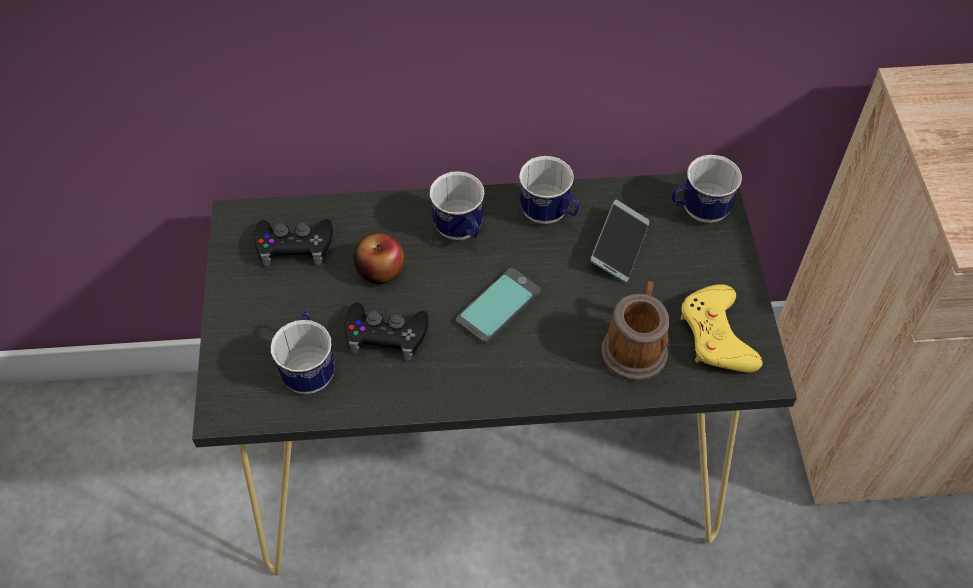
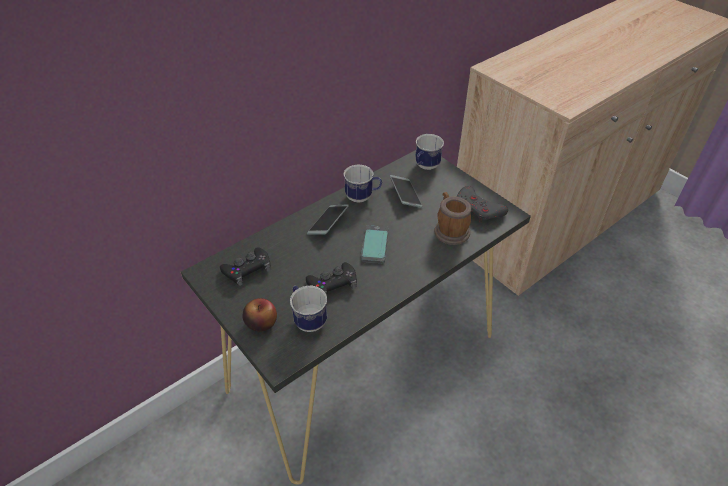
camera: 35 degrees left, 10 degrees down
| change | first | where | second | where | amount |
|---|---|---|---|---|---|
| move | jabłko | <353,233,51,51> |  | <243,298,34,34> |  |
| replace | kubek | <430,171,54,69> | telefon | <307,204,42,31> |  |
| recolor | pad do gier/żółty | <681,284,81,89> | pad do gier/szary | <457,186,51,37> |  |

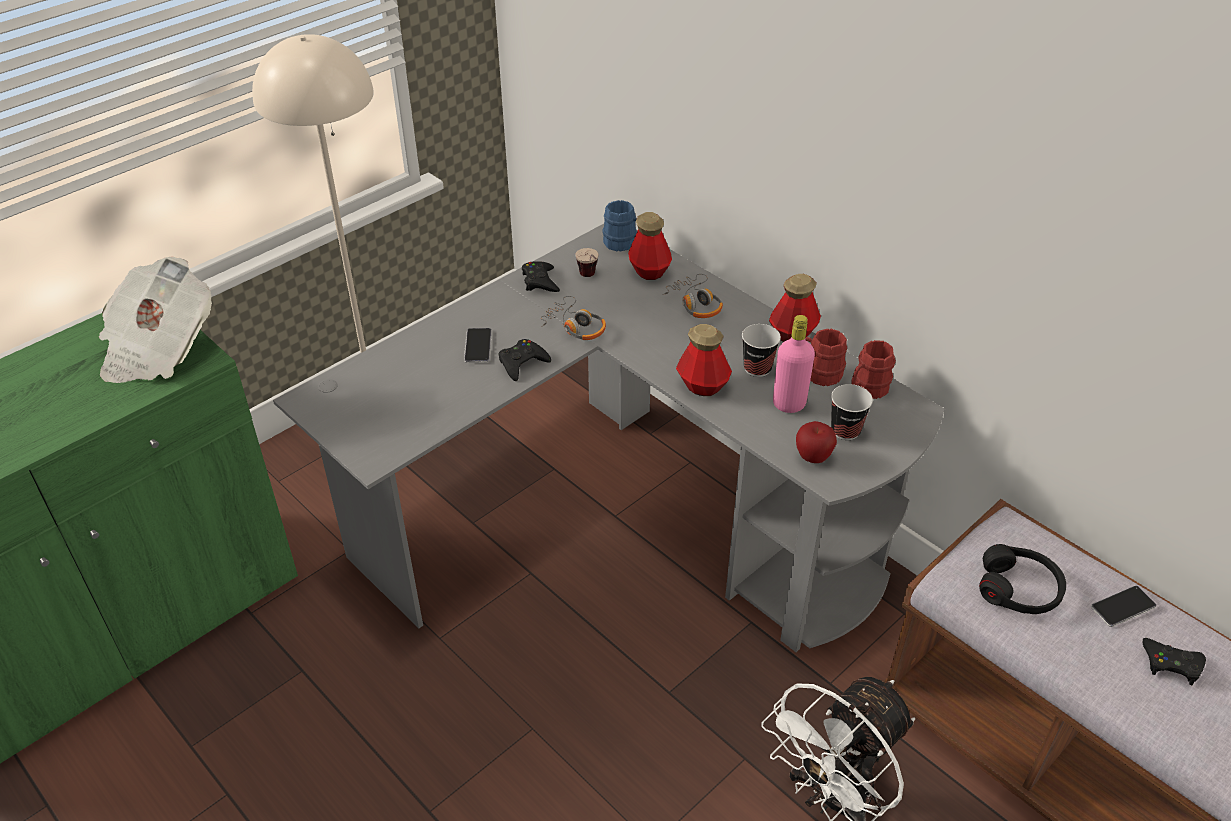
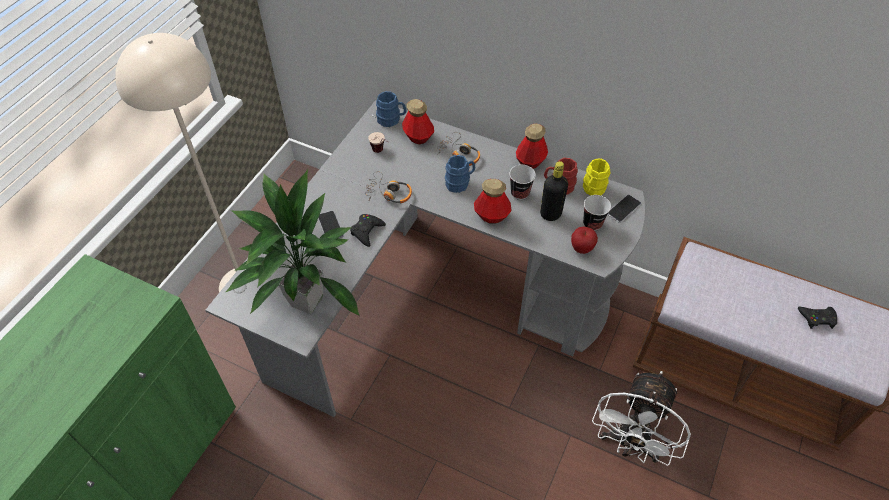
camera: 20 degrees left, 10 degrees up
| change | first | where | second | where | amount |
|---|---|---|---|---|---|
| delete | gazeta | <99,257,113,126> |  |  |  |
| delete | pad do gier/czarny | <522,261,38,31> |  |  |  |
| recolor | butelka/różowy | <773,315,42,98> | butelka/czarny | <540,161,28,60> |  |
| recolor | kubek/czerwony | <851,340,45,59> | kubek/żółty | <583,158,28,38> |  |
| delete | słuchawki/czarny | <979,544,87,70> |  |  |  |
| move | telefon | <1091,586,65,41> |  | <607,195,34,28> |  |
| insert |  |  | roślina doniczkowa | <226,170,134,146> |  |
| insert |  |  | kubek/niebieski | <445,155,30,38> |  |

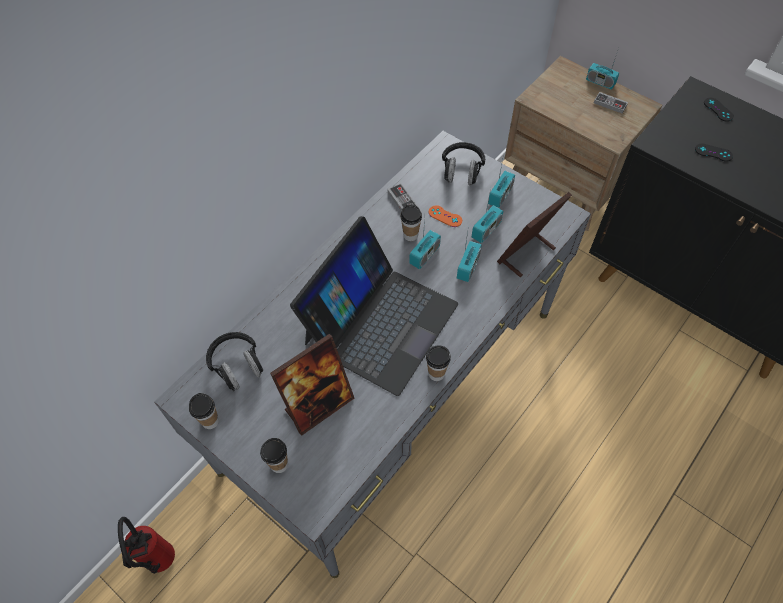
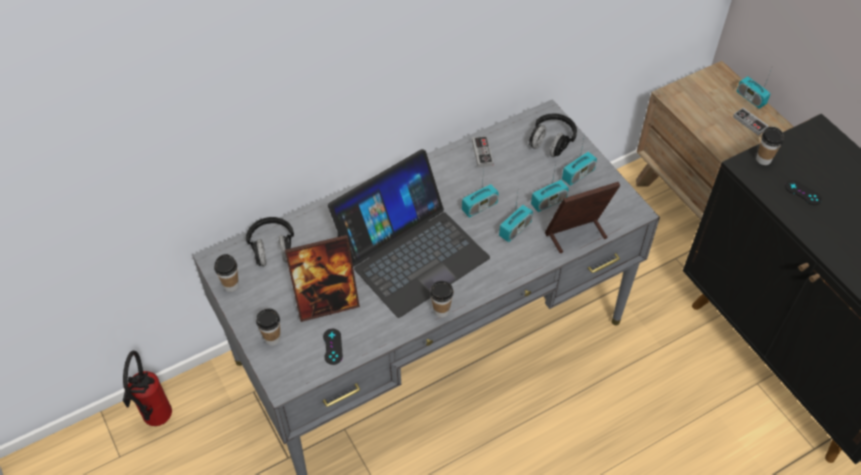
camera: 20 degrees right, 5 degrees down
| change | first | where | second | where | amount |
|---|---|---|---|---|---|
| move | filiżanka | <401,204,21,37> |  | <756,127,28,38> |  |
| delete | pad do gier/pomarańczowy | <429,205,33,22> |  |  |  |
| move | pad do gier/czarny | <704,98,30,23> |  | <323,329,20,36> |  |

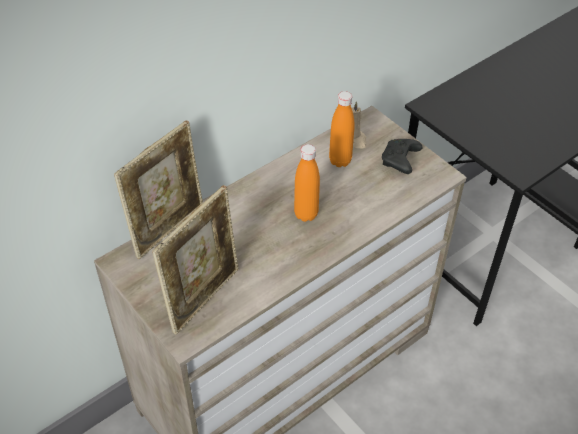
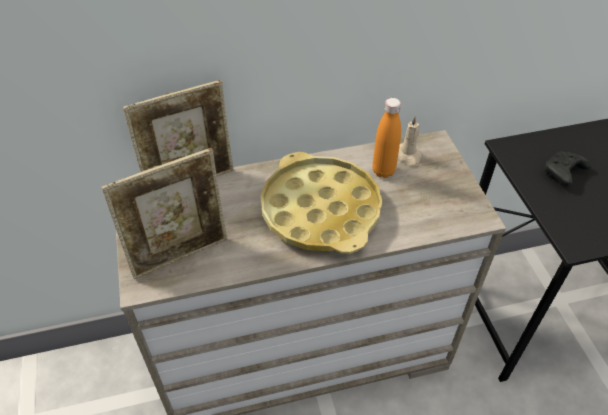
camera: 25 degrees right, 0 degrees up
| change | first | where | second | where | amount |
|---|---|---|---|---|---|
| replace | butelka/pomarańczowy | <294,144,26,78> | taca/żółty | <261,152,121,102> |  |
| move | pad do gier/czarny | <382,139,40,35> |  | <545,151,46,35> |  |

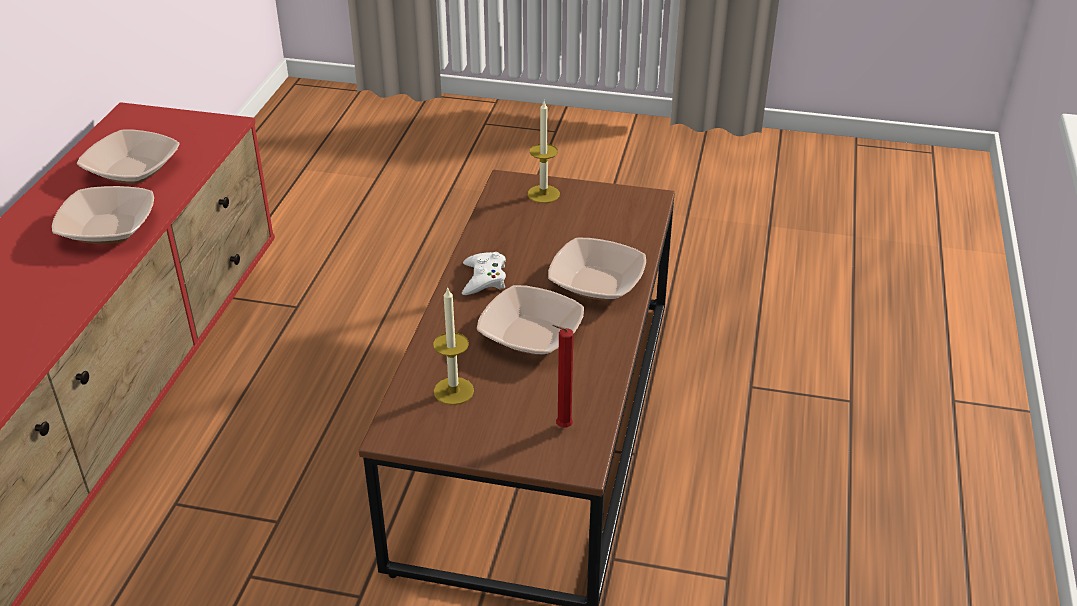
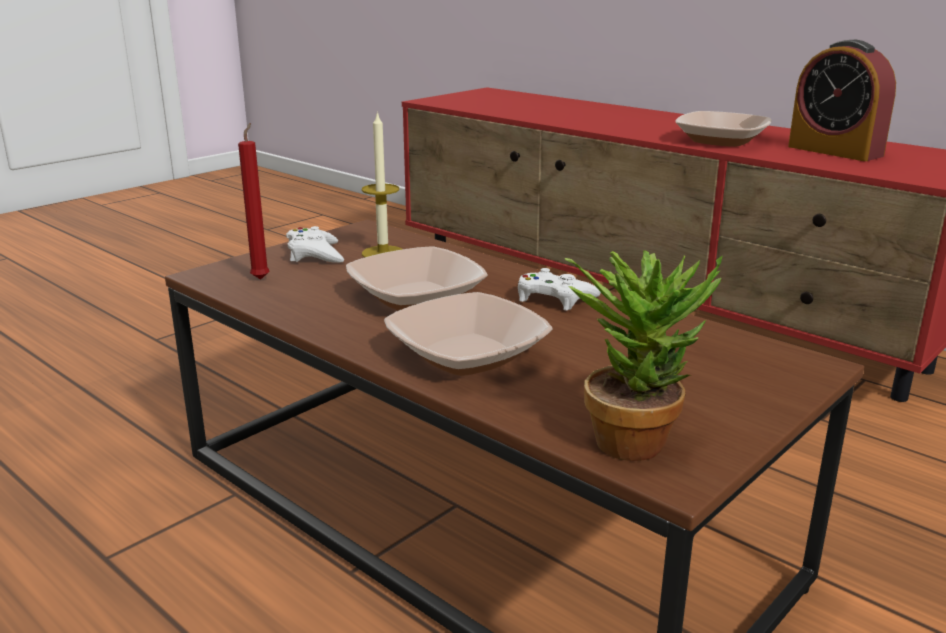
camera: 120 degrees right, 15 degrees down
| change | first | where | second | where | amount |
|---|---|---|---|---|---|
| replace | miska | <77,130,102,54> | budzik | <788,40,108,121> |  |
| delete | świeca | <528,101,32,102> |  |  |  |
| insert |  |  | pad do gier/biały | <286,226,58,37> |  |
| insert |  |  | roślina doniczkowa | <565,250,158,211> |  |

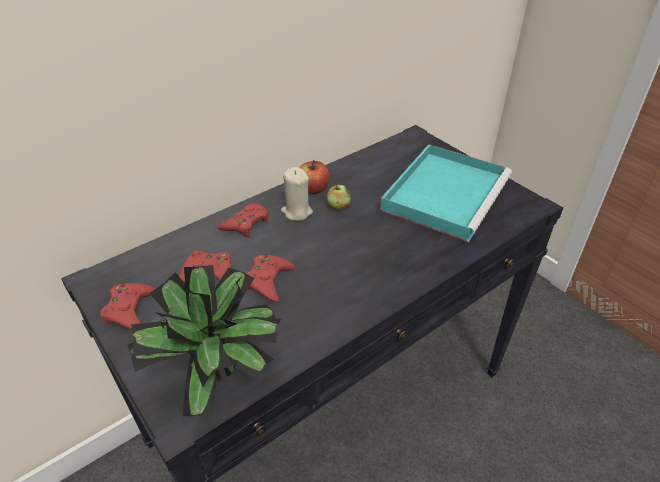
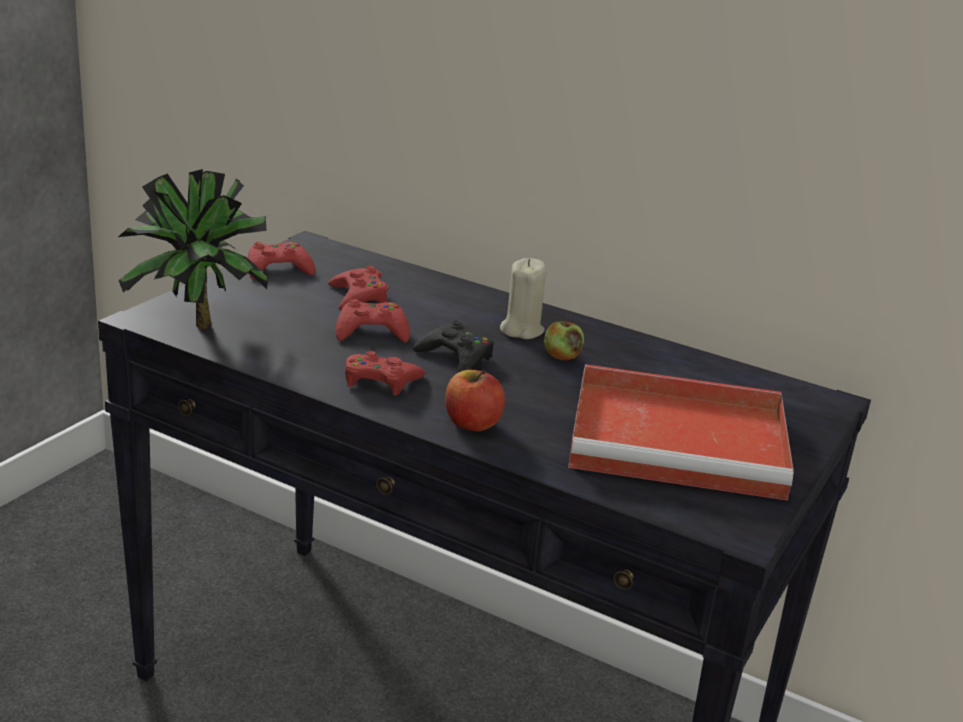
camera: 65 degrees right, 15 degrees down
| change | first | where | second | where | amount |
|---|---|---|---|---|---|
| move | pad do gier/czerwony | <218,203,51,34> |  | <345,351,80,45> |  |
| move | jabłko | <299,160,30,34> |  | <445,370,60,61> |  |
| recolor | taca/turkusowy | <380,144,132,98> | taca/czerwony | <568,364,226,137> |  |
| insert |  |  | pad do gier/czarny | <413,321,81,52> |  |

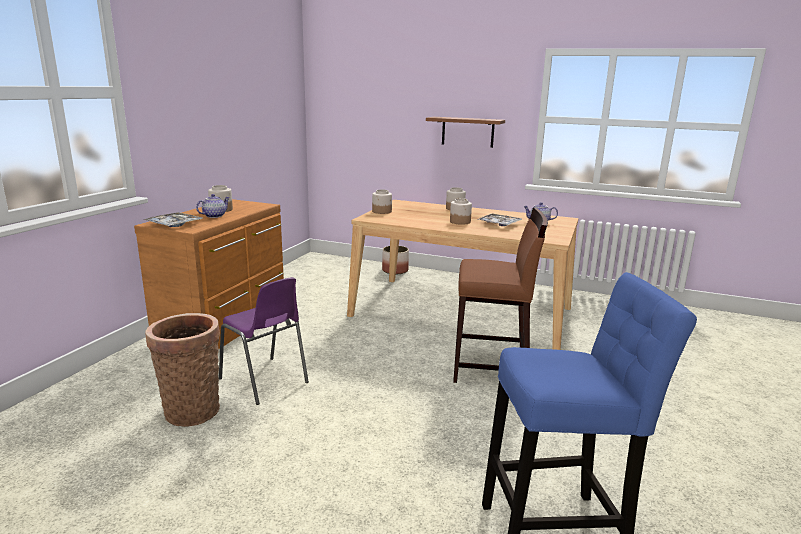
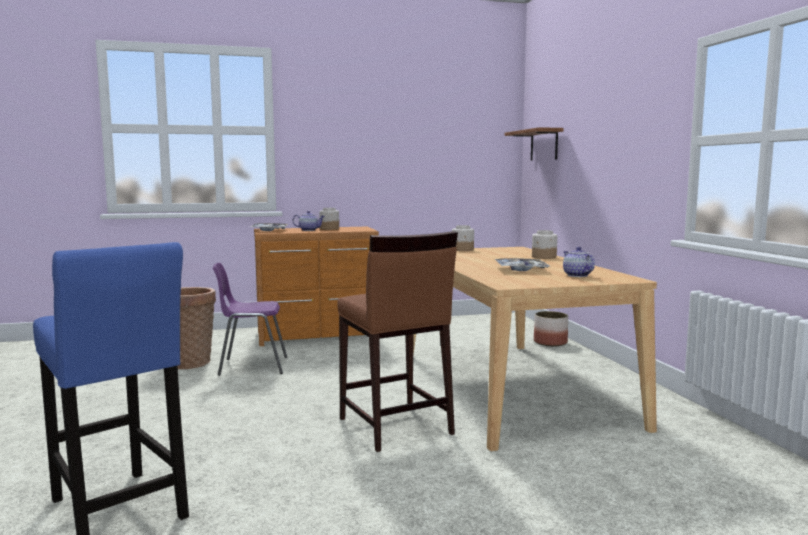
camera: 55 degrees right, 10 degrees down
| change | first | where | second | where | amount |
|---|---|---|---|---|---|
| rotate | krzesło/fioletowy | <219,277,90,128> |  | <213,263,74,113> | 75 degrees clockwise |
| move | półka | <426,117,79,31> |  | <505,127,59,33> |  |
| delete | słoik | <450,198,22,27> |  |  |  |

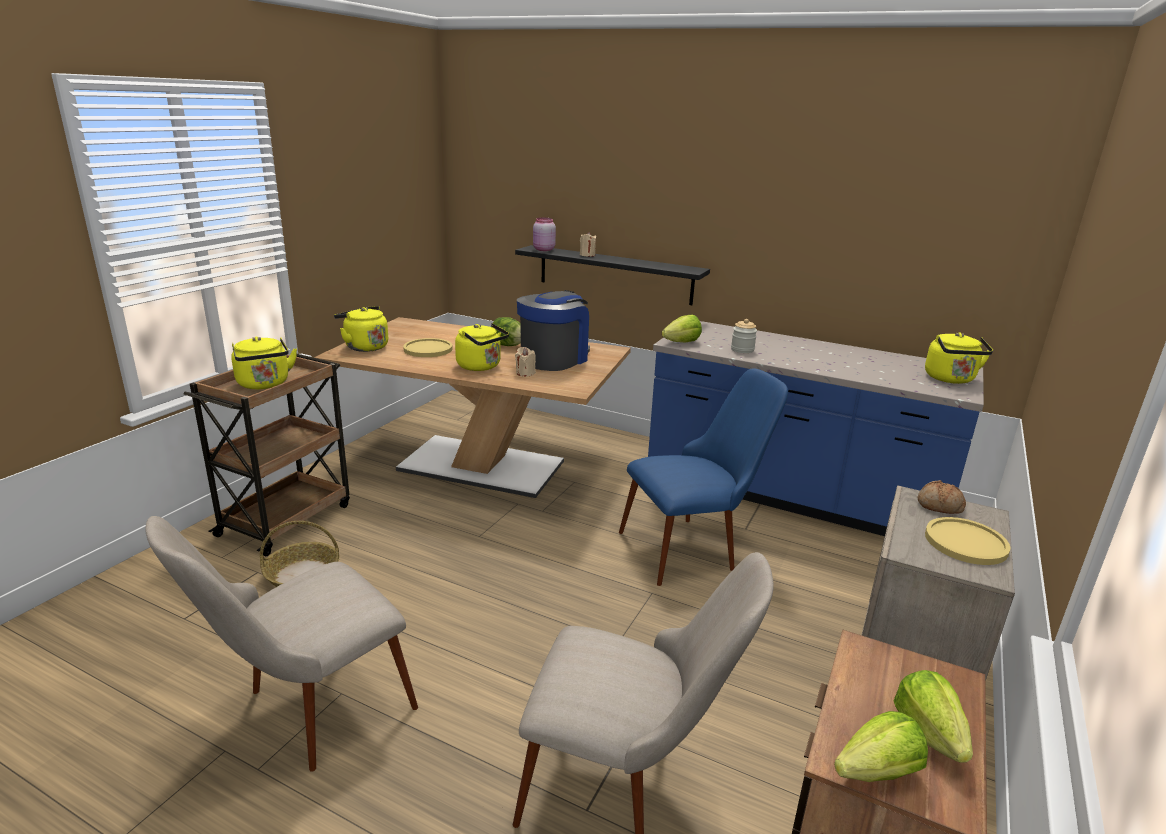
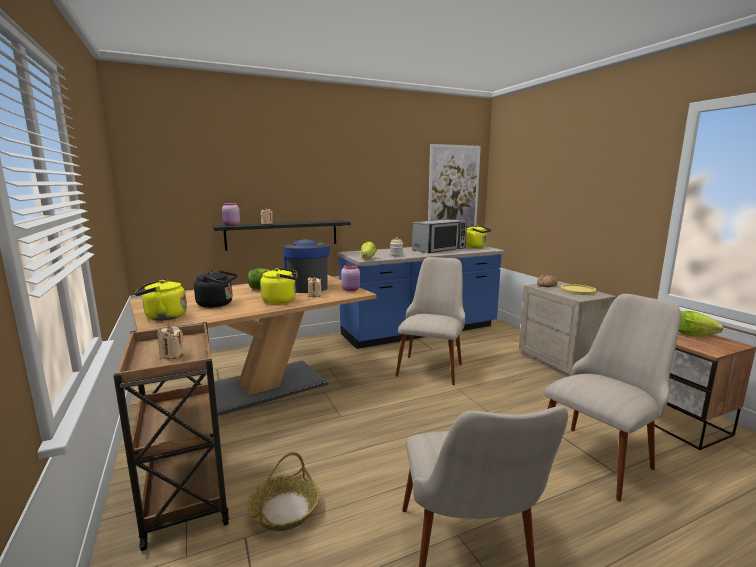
camera: 50 degrees left, 10 degrees down
| change | first | where | second | where | amount |
|---|---|---|---|---|---|
| replace | czajnik/żółty | <231,336,66,53> | świeca/beżowy | <158,326,26,33> |  |
| replace | talerz/żółty | <403,338,50,19> | czajnik/czarny | <194,270,44,38> |  |
| recolor | krzesło/niebieski | <619,368,169,218> | krzesło/beżowy | <396,257,69,128> |  |
| delete | sałata | <834,711,94,71> |  |  |  |
| insert |  |  | słoik/różowy | <341,264,19,27> |  |
| insert |  |  | mikrofalówka | <412,219,55,34> |  |
| insert |  |  | obraz | <428,144,53,84> |  |

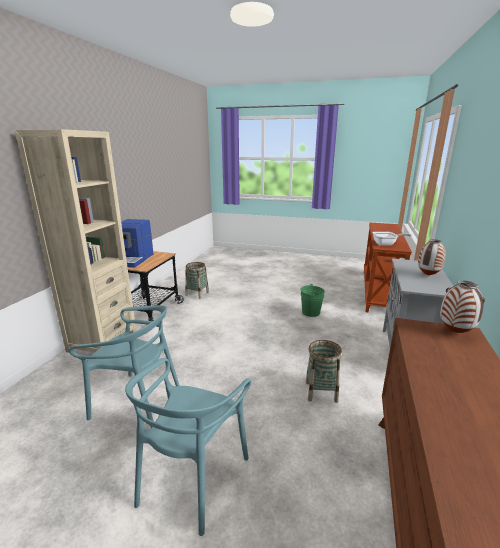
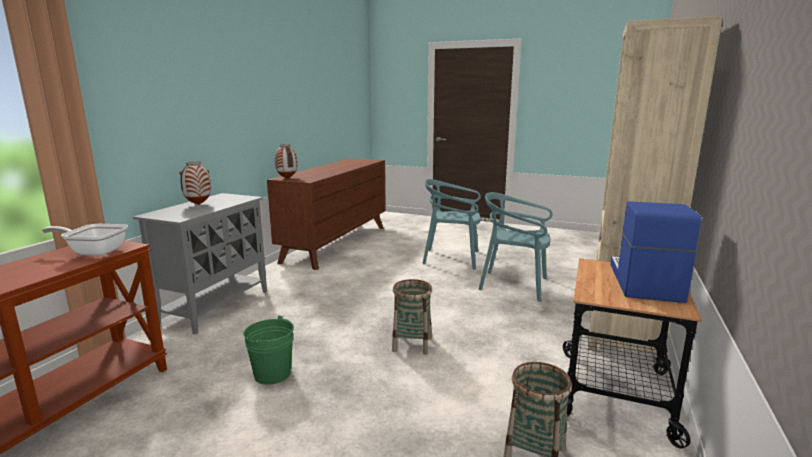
camera: 175 degrees left, 5 degrees down
| change | first | where | second | where | amount |
|---|---|---|---|---|---|
| rotate | krzesło/turkusowy | <125,358,126,178> |  | <422,179,59,91> | 105 degrees counterclockwise |
| move | koszyk | <306,340,36,63> |  | <392,279,40,76> |  |

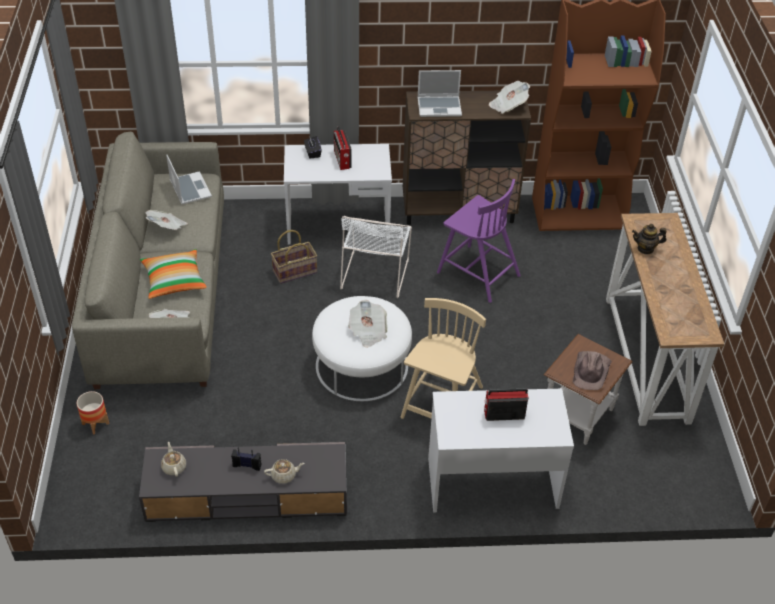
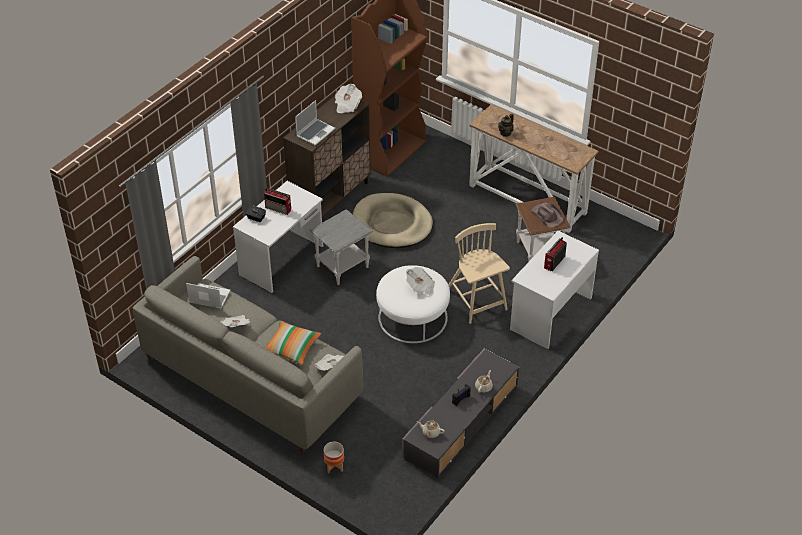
camera: 50 degrees left, 0 degrees up
| change | first | where | second | where | amount |
|---|---|---|---|---|---|
| delete | koszyk | <271,230,46,54> |  |  |  |
| replace | krzesło/biały | <340,216,72,82> | stolik/szary | <309,209,64,76> |  |
| replace | krzesło/fioletowy | <437,179,84,124> | legowisko/beżowy | <353,193,80,55> |  |

